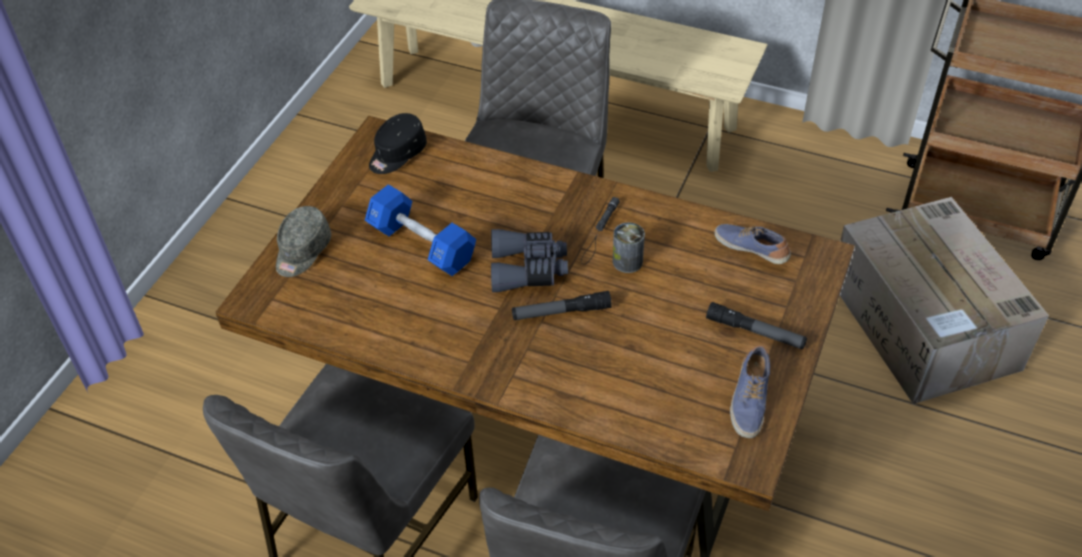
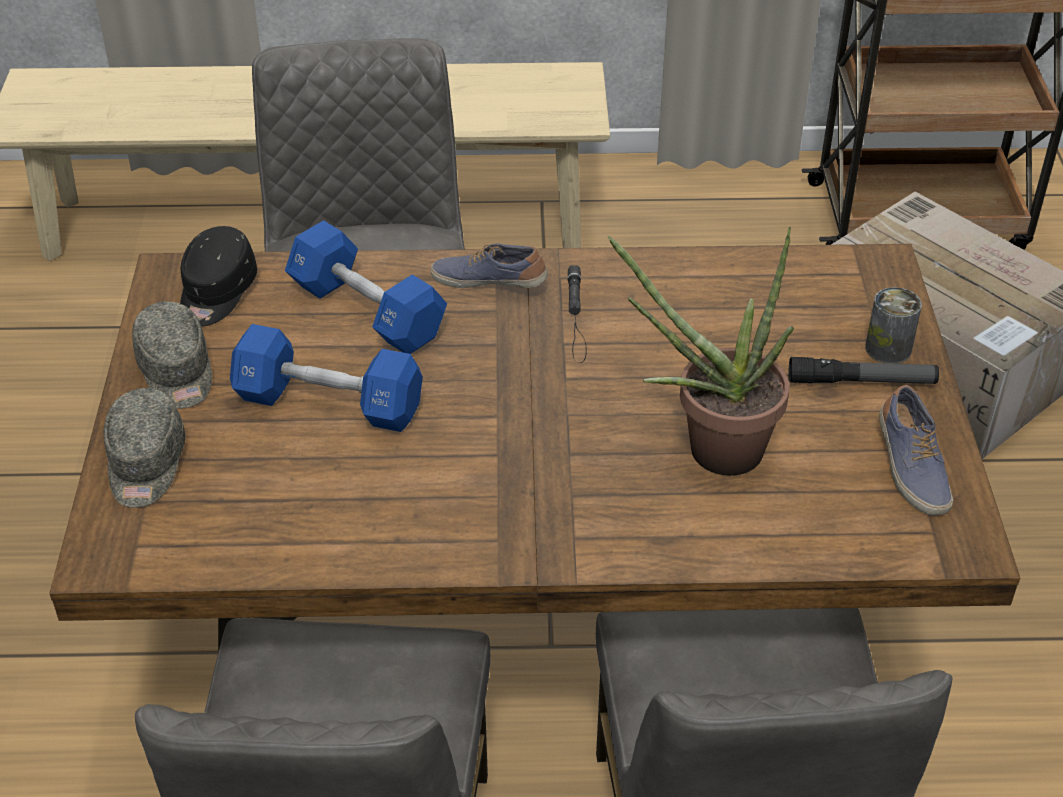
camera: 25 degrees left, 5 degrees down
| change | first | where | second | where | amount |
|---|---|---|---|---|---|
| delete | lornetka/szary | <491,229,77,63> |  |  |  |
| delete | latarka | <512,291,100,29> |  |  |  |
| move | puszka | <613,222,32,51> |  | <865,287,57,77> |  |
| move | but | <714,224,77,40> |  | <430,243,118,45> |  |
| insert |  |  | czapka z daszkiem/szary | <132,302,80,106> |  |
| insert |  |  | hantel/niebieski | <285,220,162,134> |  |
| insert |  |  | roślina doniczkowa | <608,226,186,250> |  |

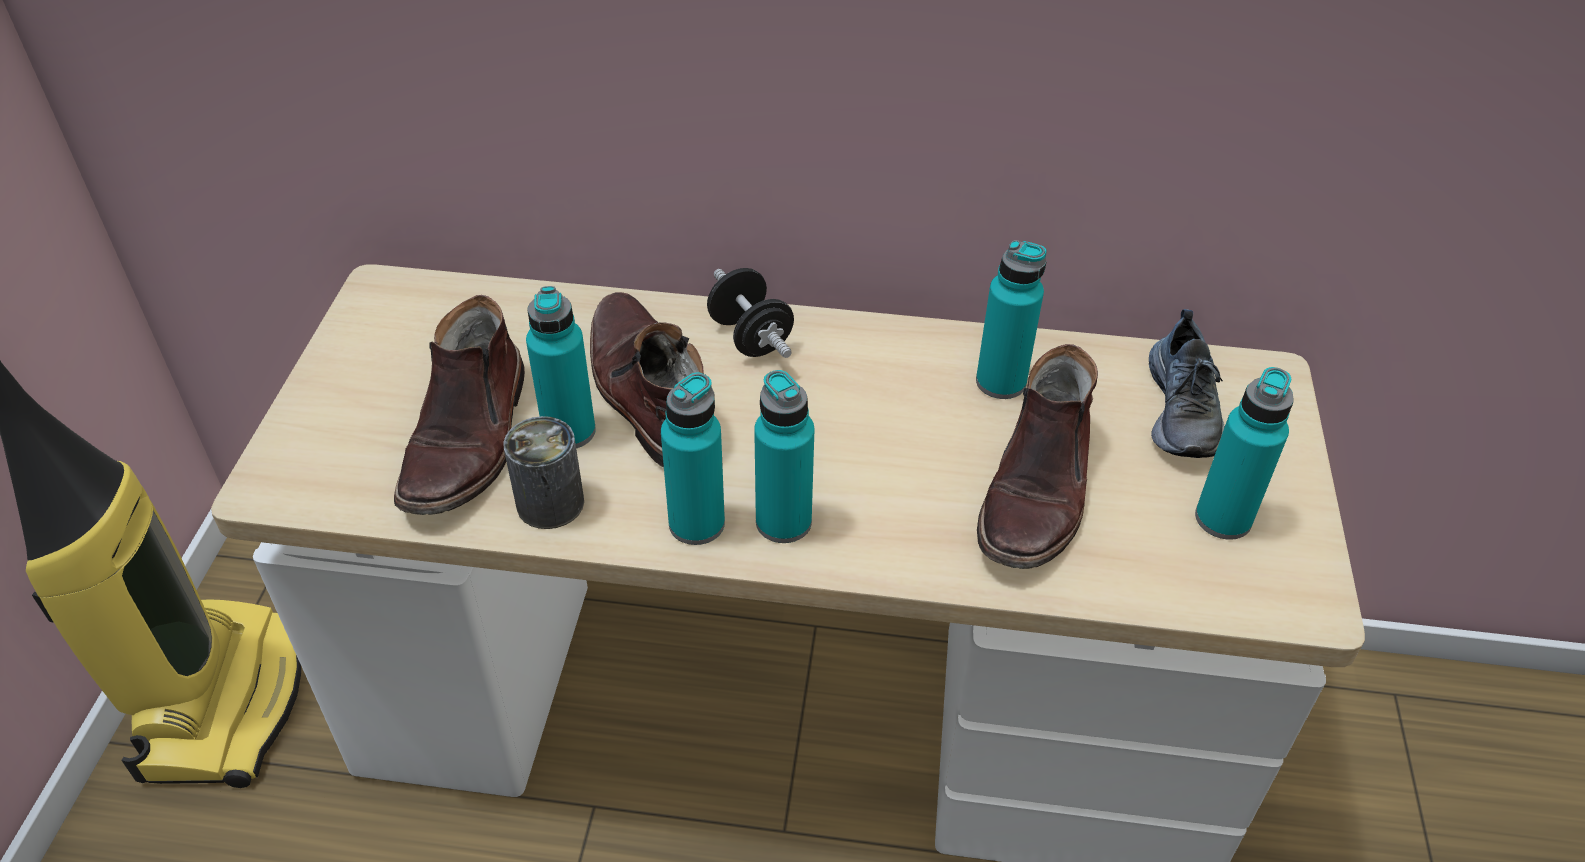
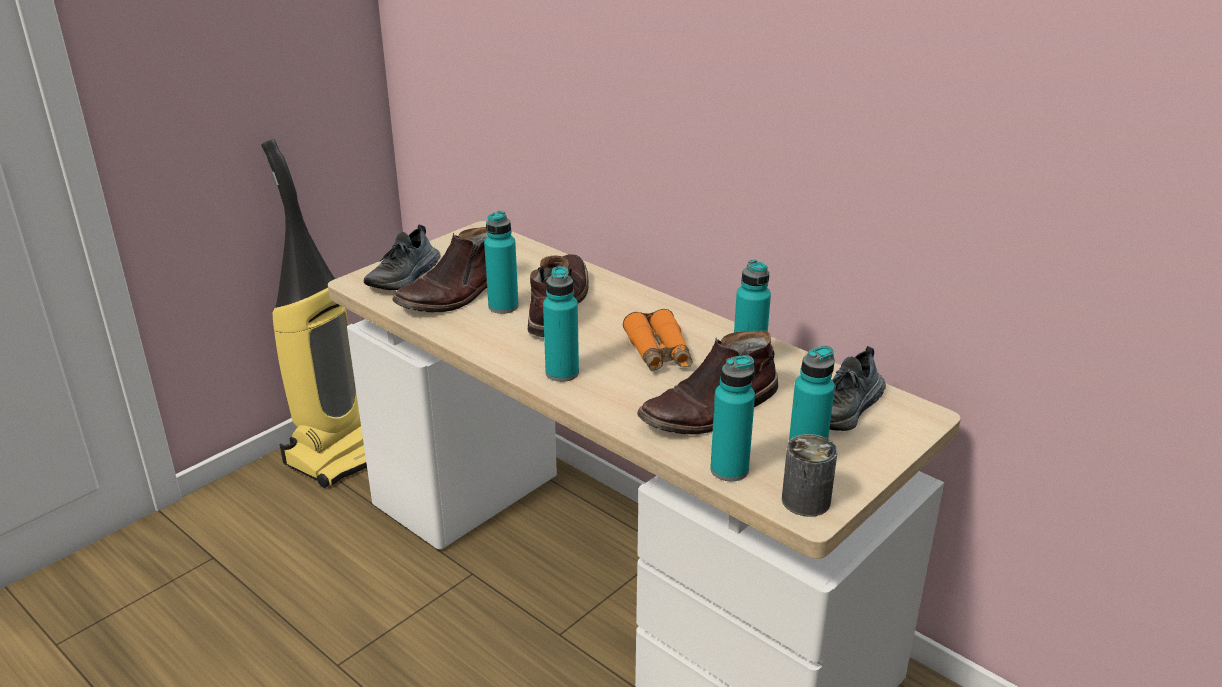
camera: 35 degrees right, 15 degrees down
| change | first | where | second | where | amount |
|---|---|---|---|---|---|
| move | puszka | <503,416,81,113> |  | <782,434,55,83> |  |
| move | butelka/turkusowy | <661,372,64,173> |  | <710,355,45,126> |  |
| delete | hantel/czarny | <707,268,87,90> |  |  |  |
| insert |  |  | but | <364,225,76,65> |  |
| insert |  |  | lornetka/pomarańczowy | <623,309,70,62> |  |

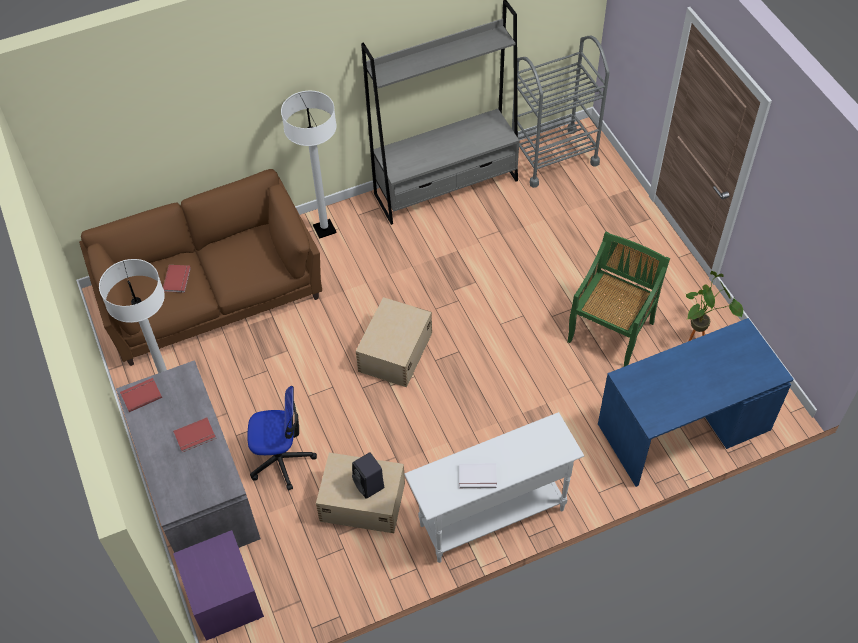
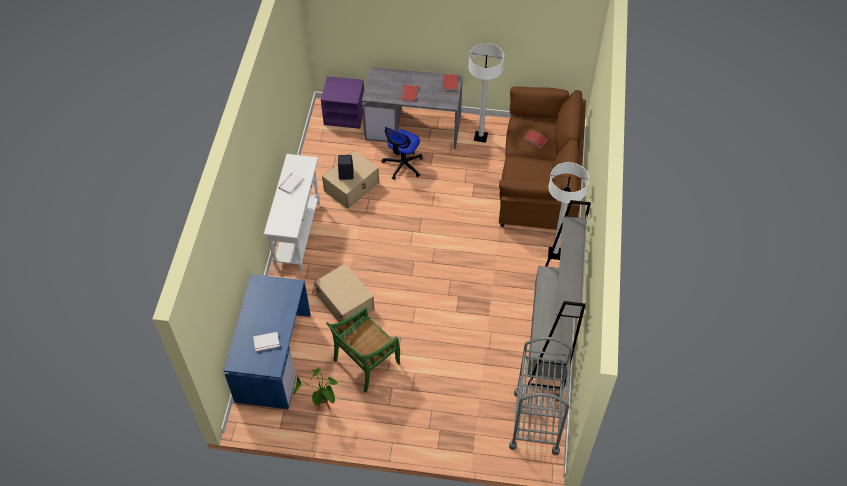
camera: 120 degrees right, 0 degrees up
| change | first | where | second | where | amount |
|---|---|---|---|---|---|
| move | pojemnik do przechowywania/beżowy | <356,297,76,90> |  | <315,263,60,59> |  |
| rotate | krzesło/zielony | <567,232,103,135> |  | <326,306,75,87> | 75 degrees clockwise |
| insert |  |  | książka/biały | <253,332,27,20> |  |

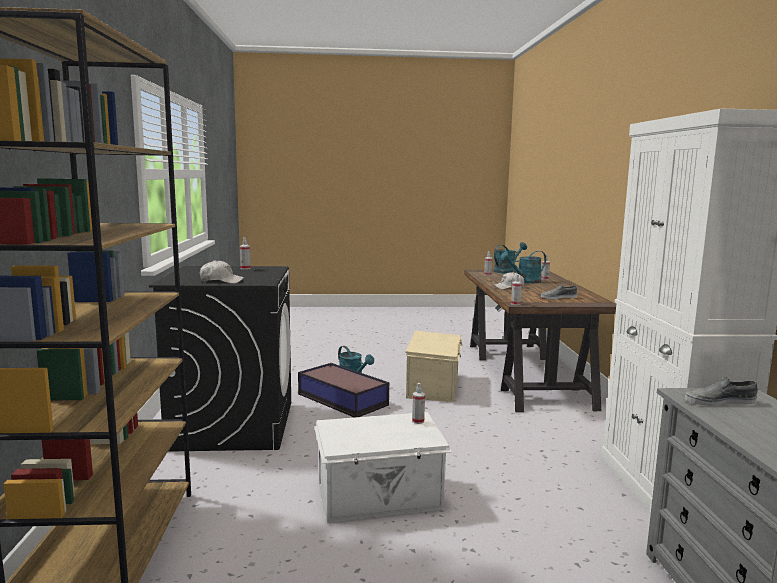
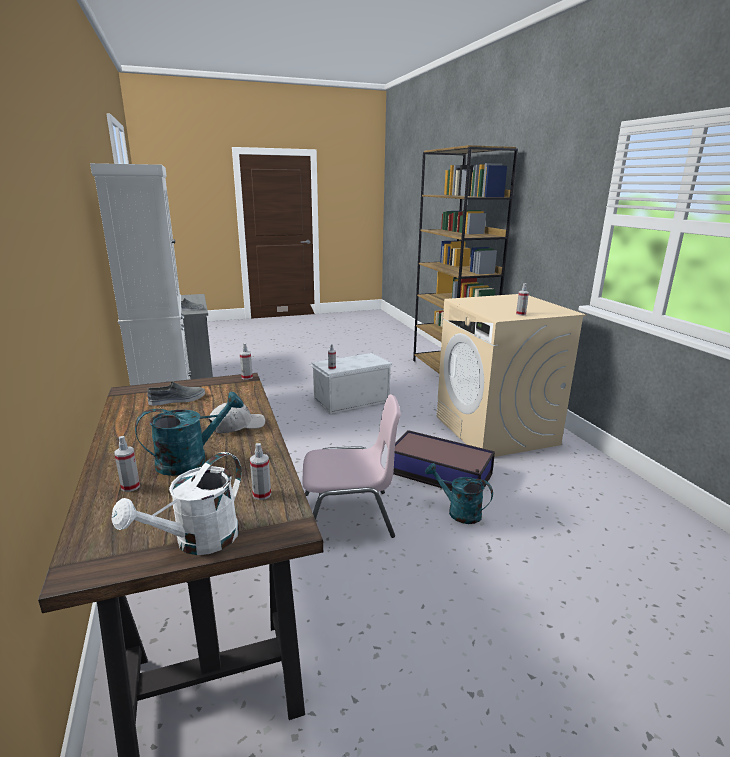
camera: 165 degrees right, 10 degrees up
| change | first | where | second | where | amount |
|---|---|---|---|---|---|
| recolor | pralka/czarny | <149,266,142,186> | pralka/beżowy | <437,294,149,163> |  |
| delete | czapka z daszkiem/biały | <200,260,44,24> |  |  |  |
| replace | pojemnik do przechowywania/beżowy | <405,331,57,71> | krzesło/różowy | <303,394,98,144> |  |
| recolor | konewka/turkusowy | <494,242,33,31> | konewka/biały | <112,452,130,103> |  |

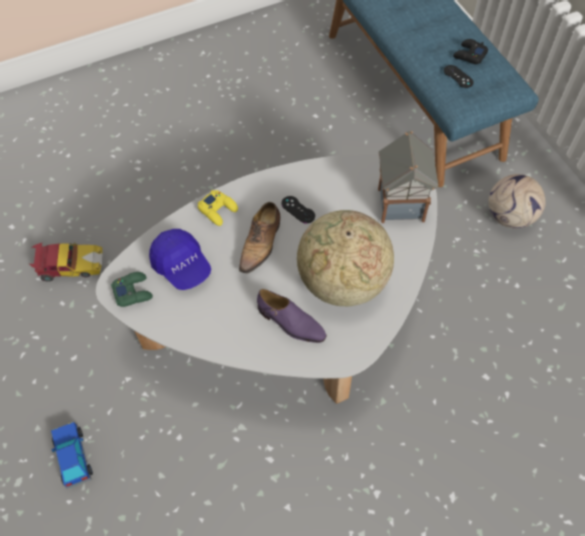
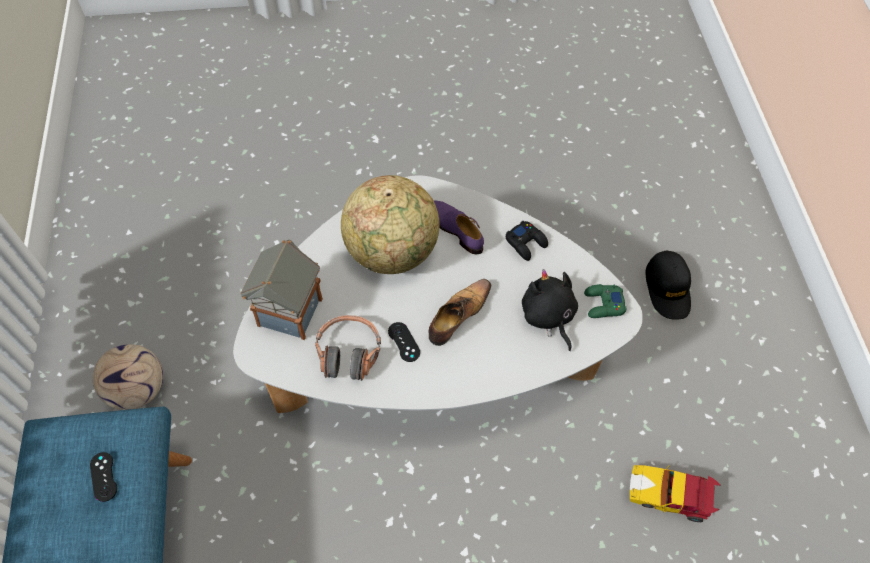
camera: 165 degrees left, 0 degrees up
| change | first | where | second | where | amount |
|---|---|---|---|---|---|
| replace | samochodzik | <51,422,42,67> | czapka z daszkiem/czarny | <645,251,46,69> |  |
| replace | czapka z daszkiem/niebieski | <149,229,62,61> | pluszak/czarny | <522,269,56,82> |  |
| delete | pad do gier/żółty | <198,190,40,36> |  |  |  |
| move | pad do gier/czarny | <453,39,36,25> |  | <506,221,42,40> |  |
| insert |  |  | słuchawki | <315,315,66,66> |  |

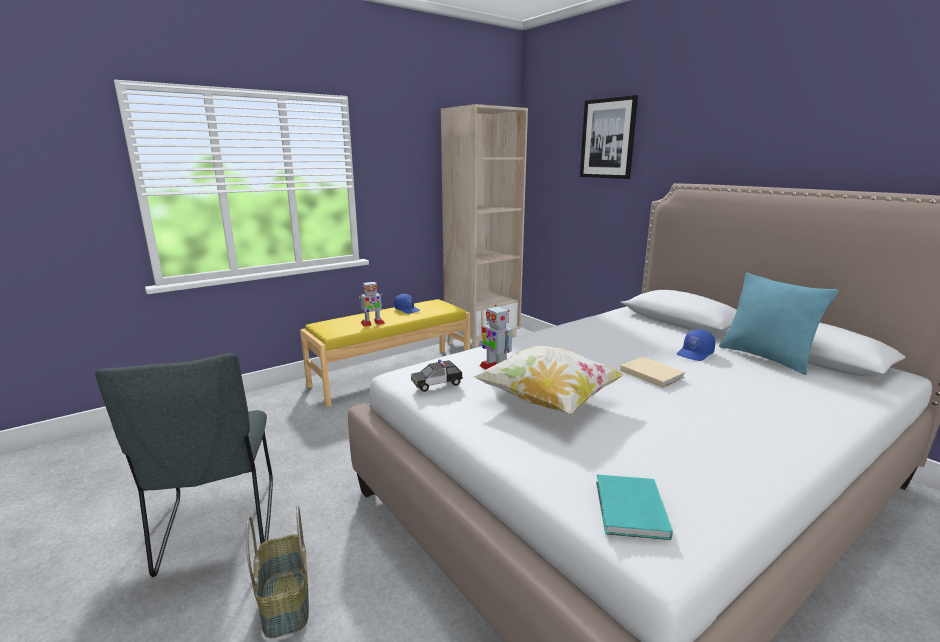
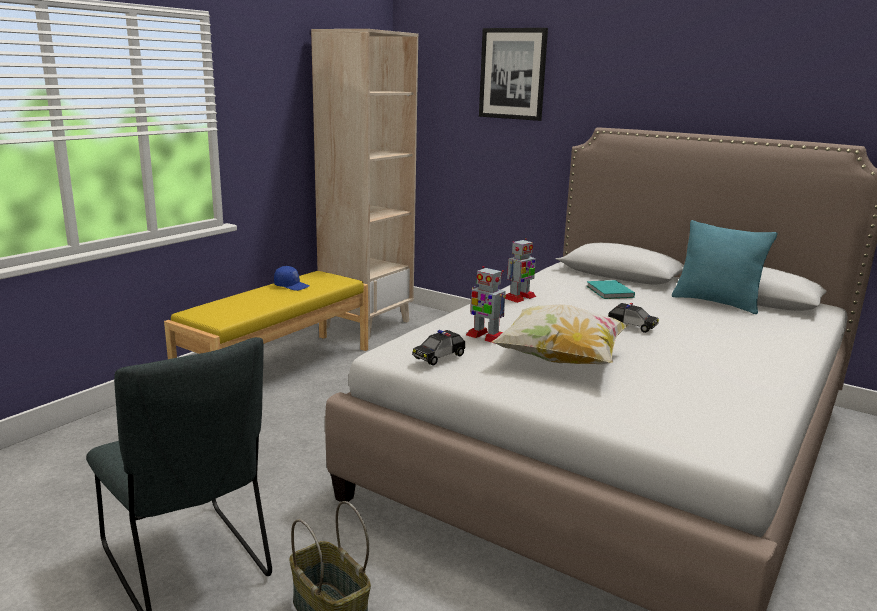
camera: 20 degrees left, 0 degrees up
| change | first | where | second | where | amount |
|---|---|---|---|---|---|
| move | robot zabawkowy | <359,281,26,45> |  | <505,238,31,65> |  |
| move | książka/turkusowy | <596,475,77,65> |  | <586,280,49,19> |  |
| replace | książka/beżowy | <620,357,65,31> | samochodzik | <608,303,51,30> |  |
| delete | czapka z daszkiem/niebieski | <677,329,38,32> |  |  |  |

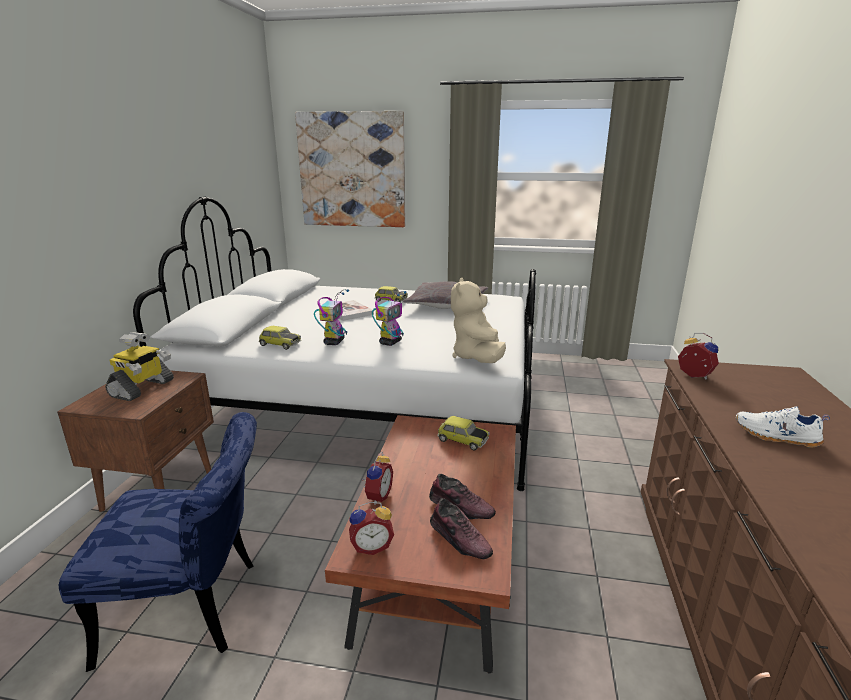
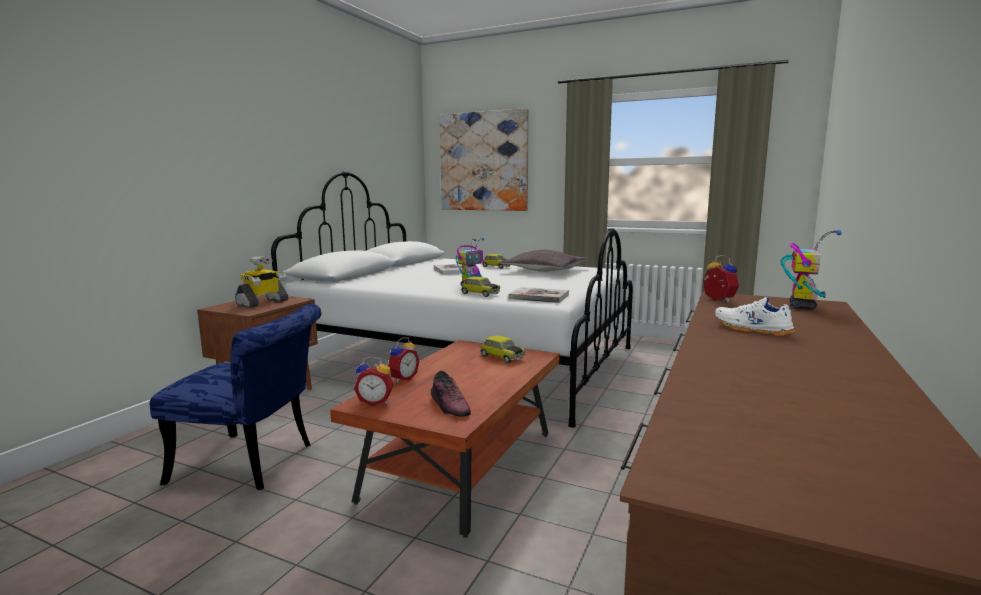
camera: 15 degrees right, 10 degrees down
| change | first | where | second | where | amount |
|---|---|---|---|---|---|
| move | samochodzik | <258,326,43,24> |  | <461,276,39,21> |  |
| move | robot zabawkowy | <314,289,35,56> |  | <781,230,60,80> |  |
| delete | but | <429,474,67,45> |  |  |  |
| replace | pluszak/beżowy | <451,278,55,85> | książka | <509,287,60,16> |  |

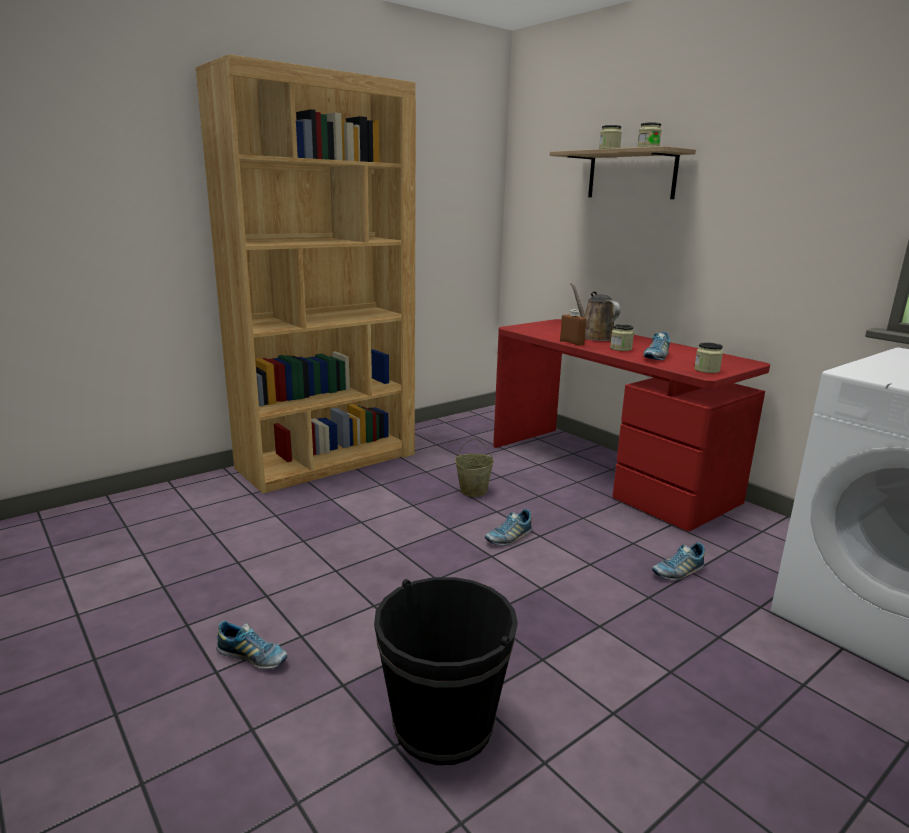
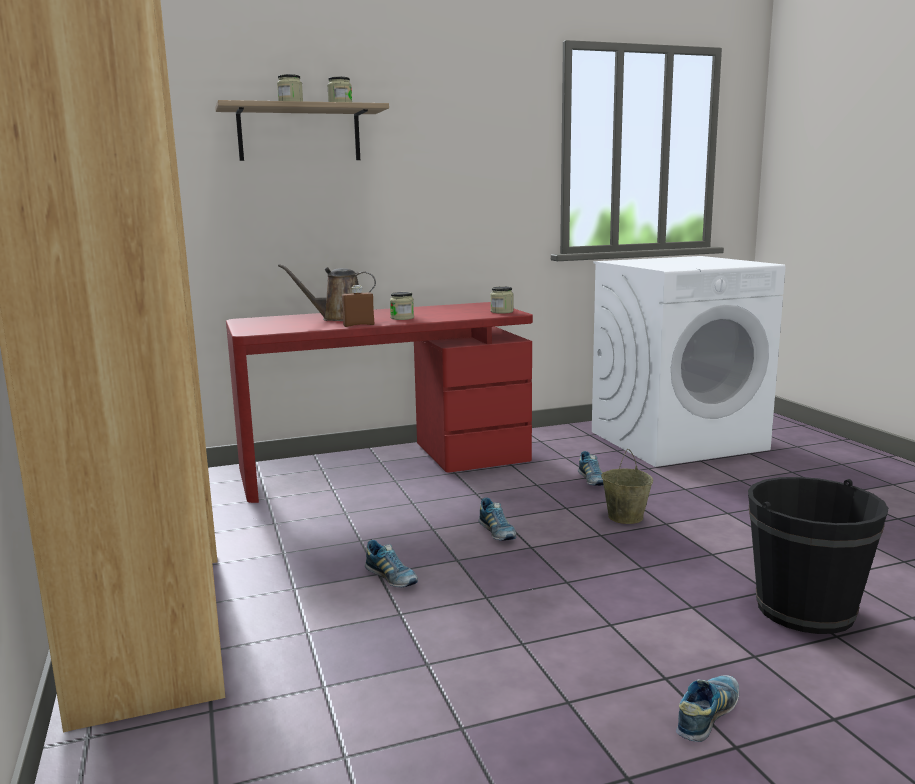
camera: 70 degrees left, 5 degrees down
| change | first | where | second | where | amount |
|---|---|---|---|---|---|
| move | wiadro/beżowy | <455,438,39,59> |  | <601,449,52,75> |  |
| move | but | <643,332,27,28> |  | <365,540,53,47> |  |

